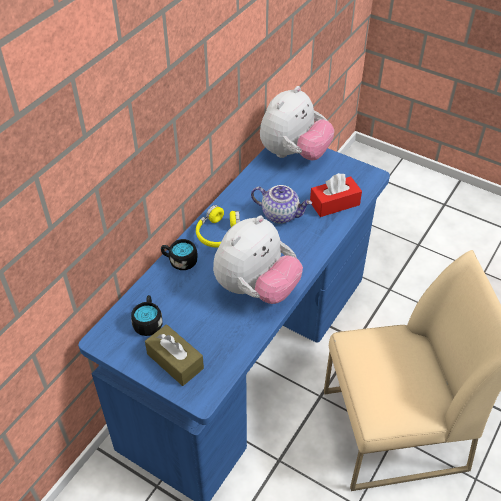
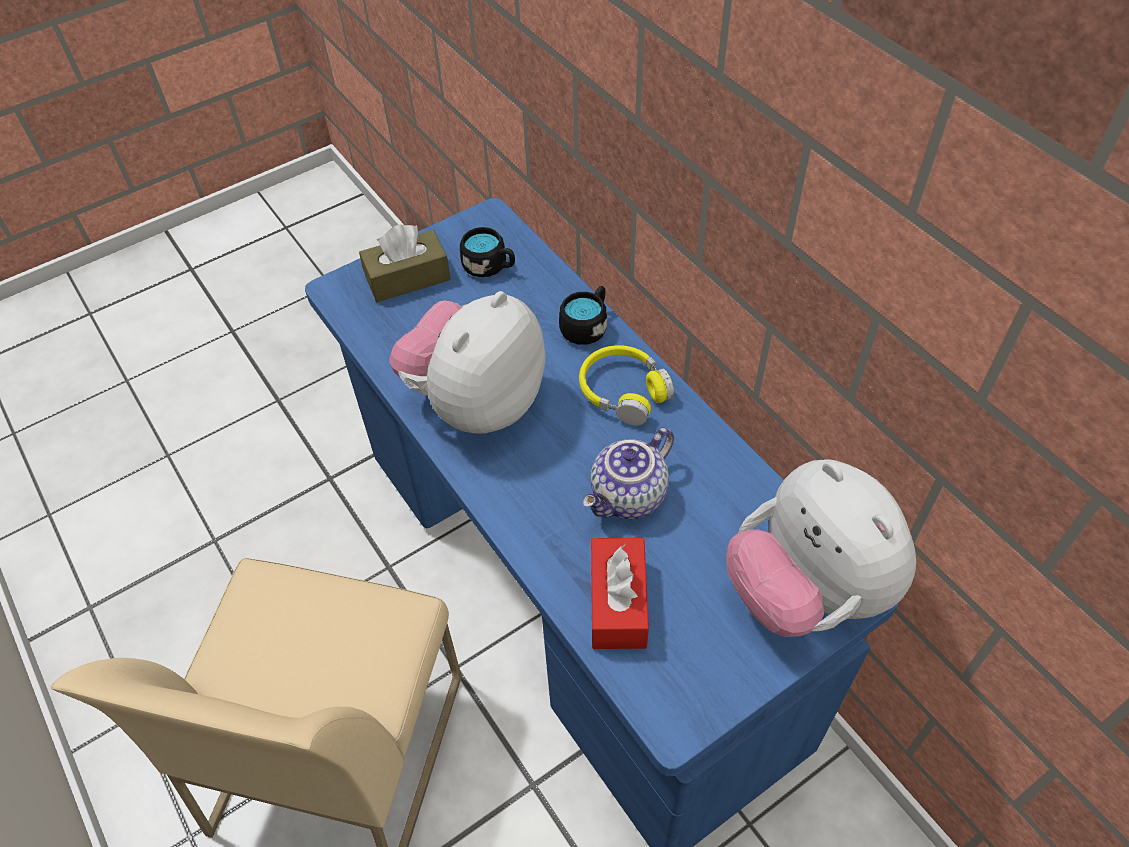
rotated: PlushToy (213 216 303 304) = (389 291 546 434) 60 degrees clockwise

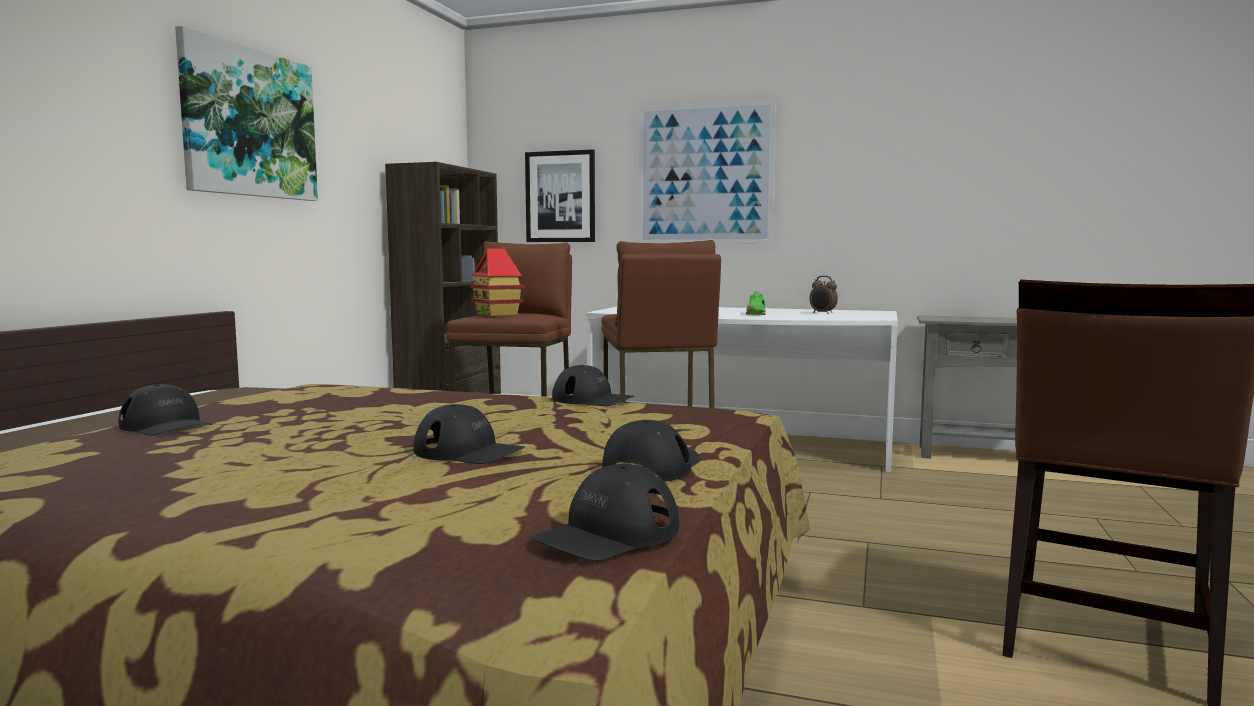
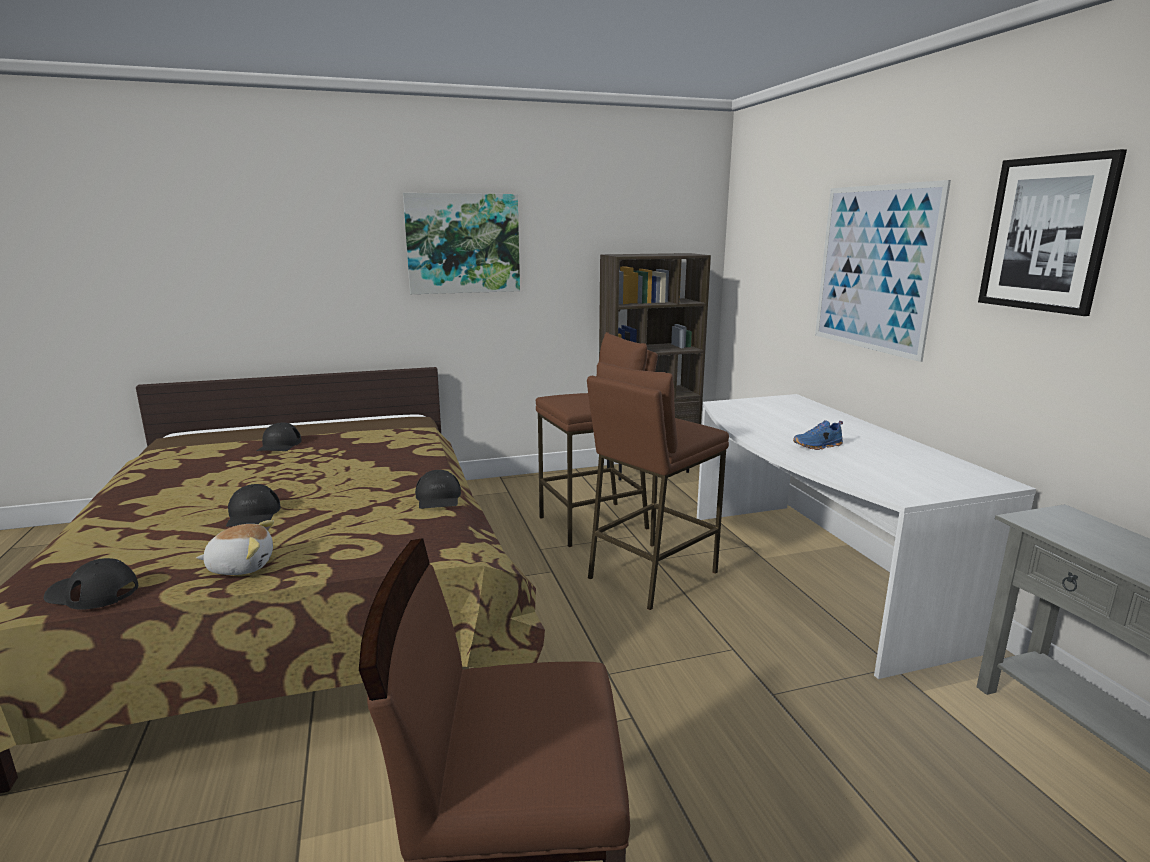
gone: MiniatureHouse (470 249 524 316); BedsideClock (809 276 838 314)
shifted: Picture (525 149 595 242) to (978 149 1127 316)
swapped: BlackColouredPeakedCap (602 420 700 482) to PlushToy (197 520 274 575)
repainted: GreenColouredItemOfFootwear (746 291 766 315) to BluishItemOfFootwear (793 420 843 450)

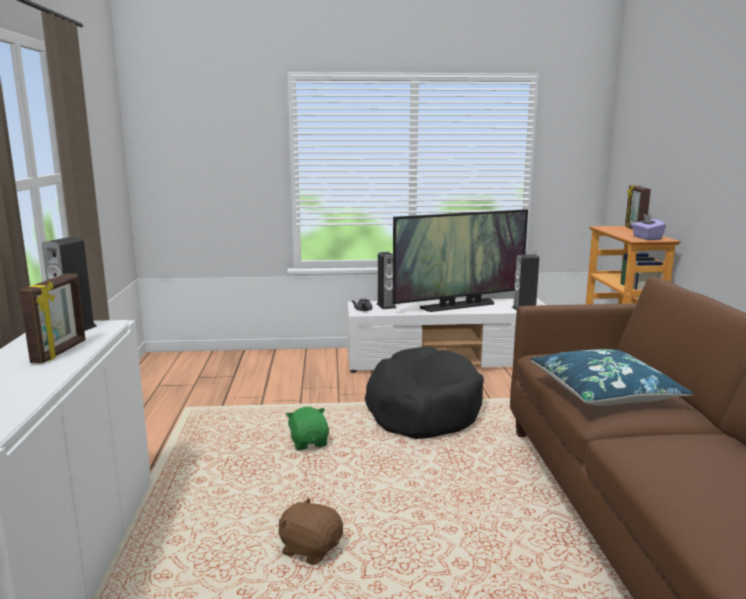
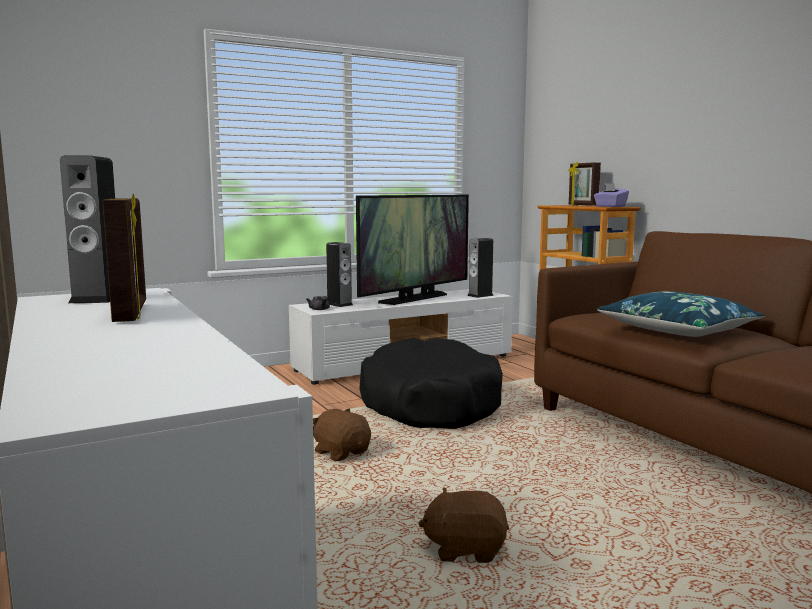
repainted: GreenColouredPlushToy (286 407 329 450) to BrownPlushToy (313 408 371 461)

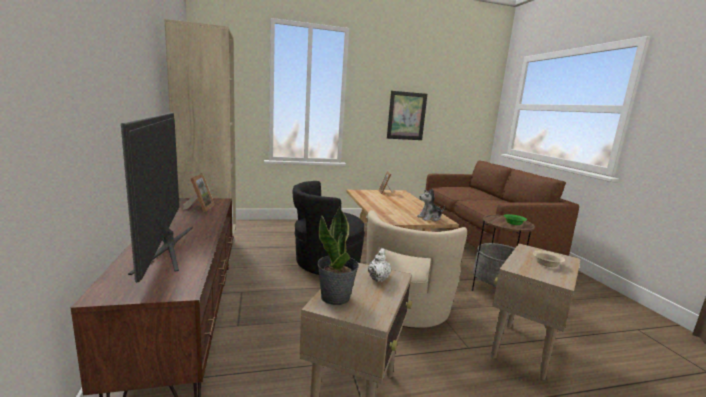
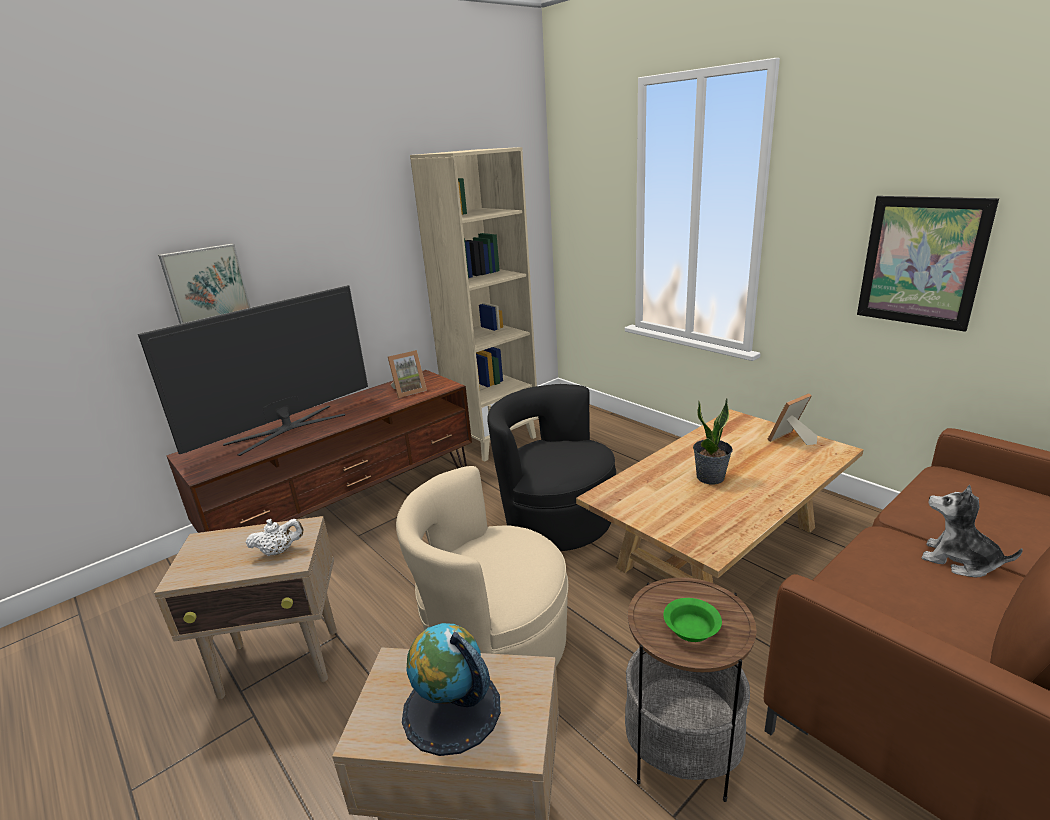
new: Picture (158 244 251 324)
shifted: PottedPlant (317 207 359 305) to (693 398 733 484); PlushToy (417 188 445 221) to (922 485 1023 577)
swapped: SandColouredServingBowl (533 251 565 267) to Globe (402 623 501 756)

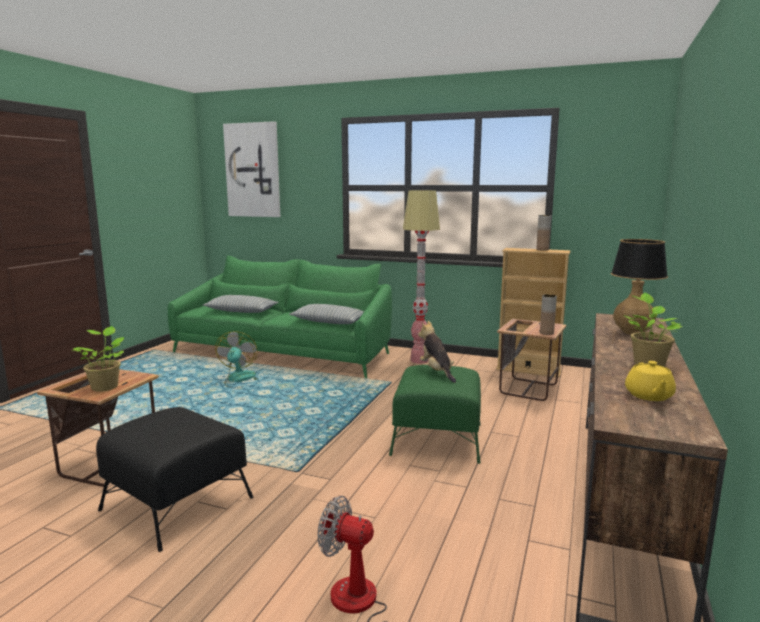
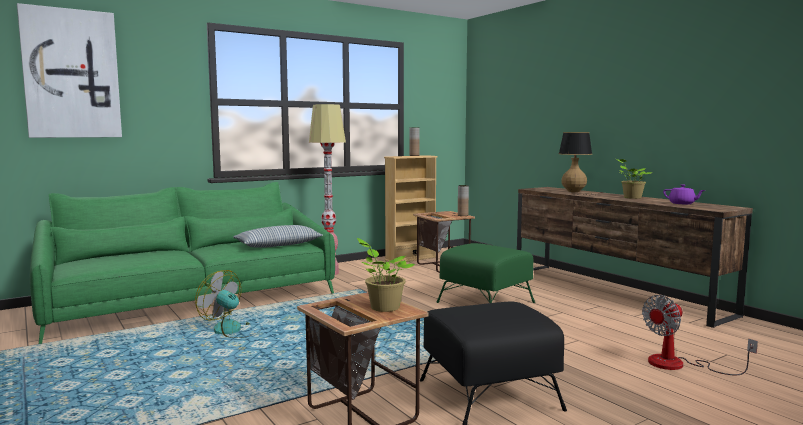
gone: ThrowPillow (203 295 279 313); PlushToy (418 321 456 383)
repainted: YellowColouredTeapot (625 361 676 401) to PurpleTeapot (663 184 705 204)

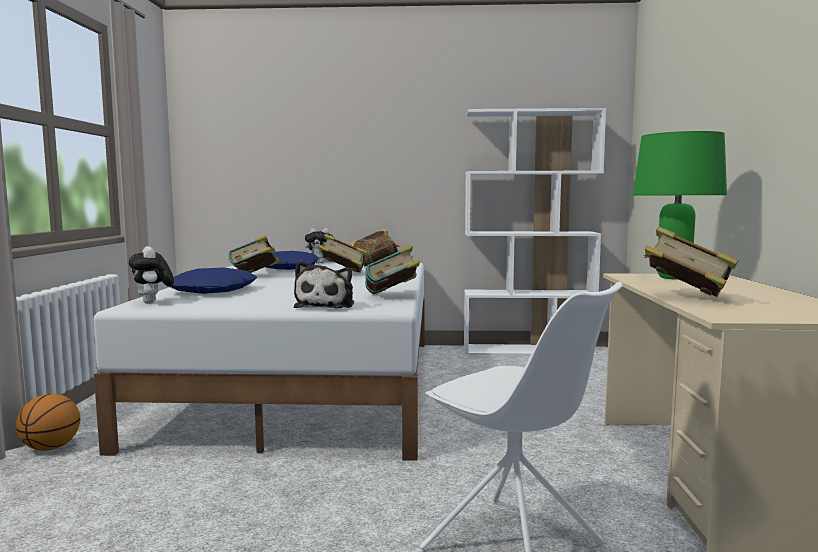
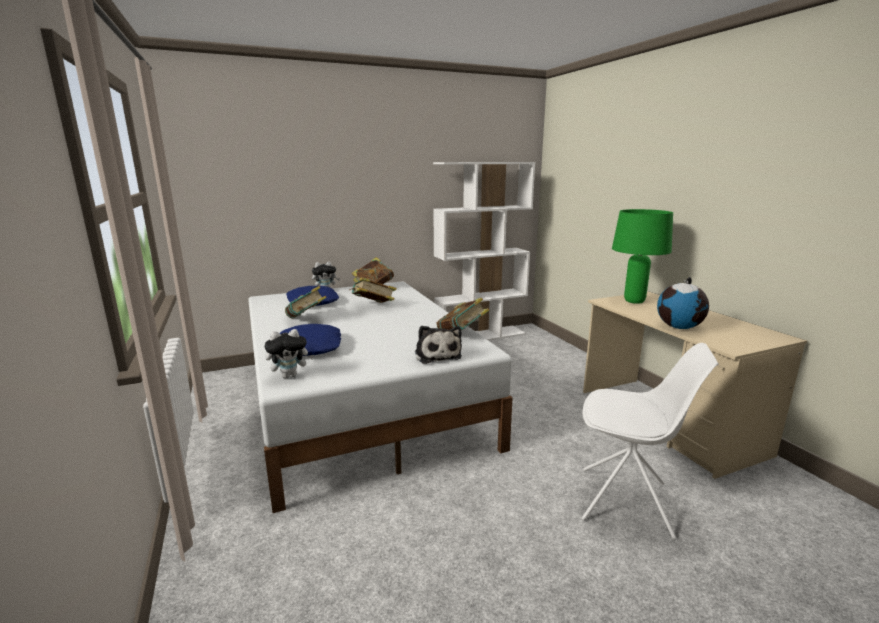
gone: Basketball (16 394 80 451)
swapped: Volume (644 226 738 297) to Globe (657 277 709 329)
rotated: PlushToy (129 246 174 304) = (265 329 314 378) 60 degrees counterclockwise

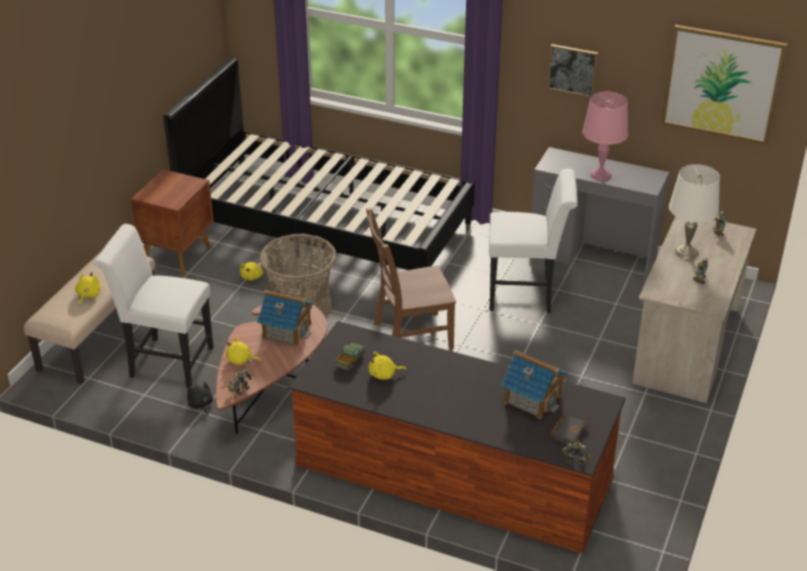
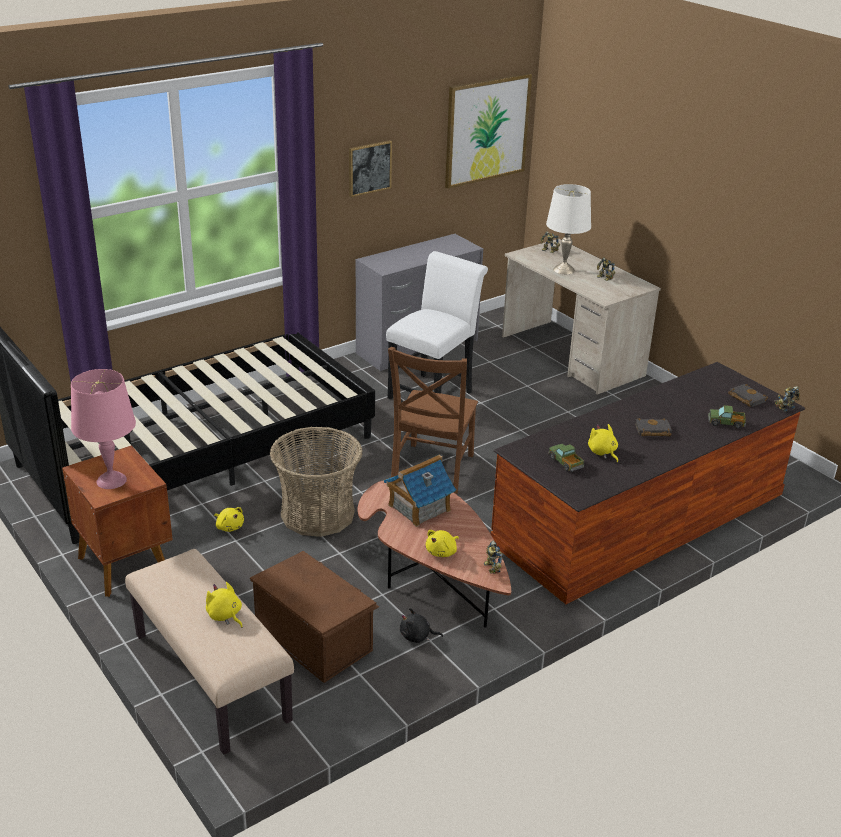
gone: MiniatureHouse (501 350 567 419)
new: BlackColouredVolume (635 418 672 436); ToyLorry (708 405 746 429)
shifted: PinkTabletopLamp (582 92 628 181) to (71 369 136 489)
swapped: WhiteChair (94 224 214 388) to BrownStorageBin (250 551 379 683)
rotated: YellowColouredPlushToy (369 352 406 380) = (588 424 618 463) 135 degrees clockwise

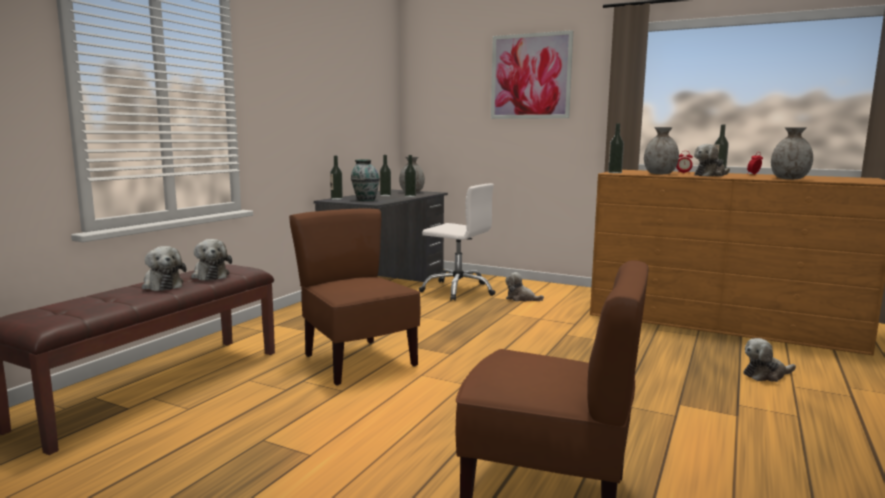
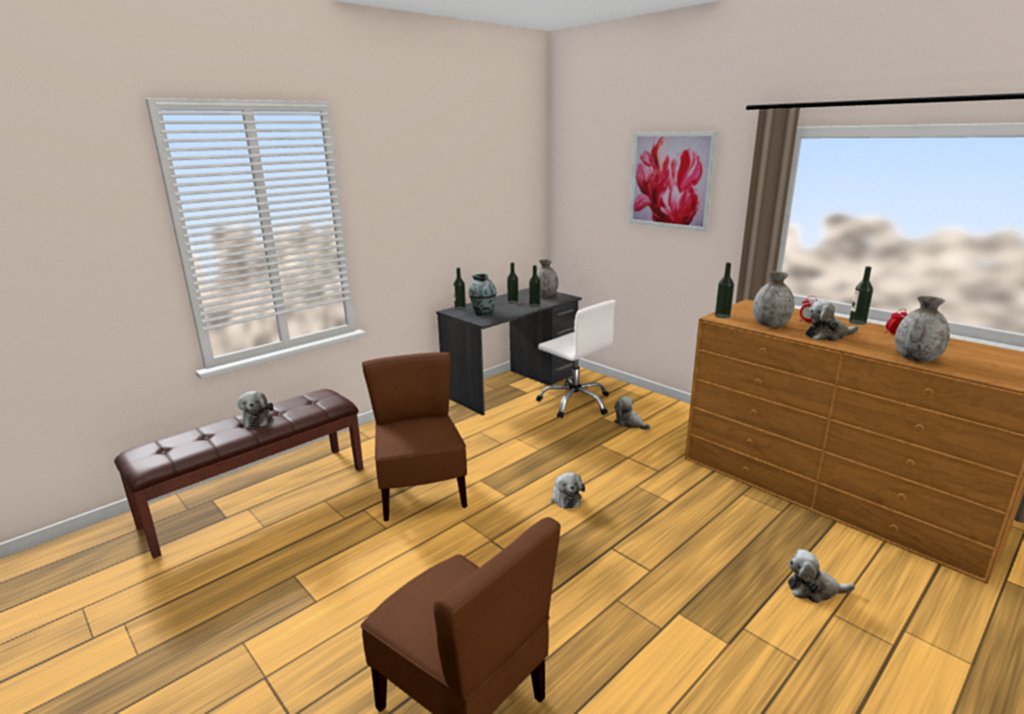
shifted: PlushToy (191 239 232 281) to (551 472 585 509)

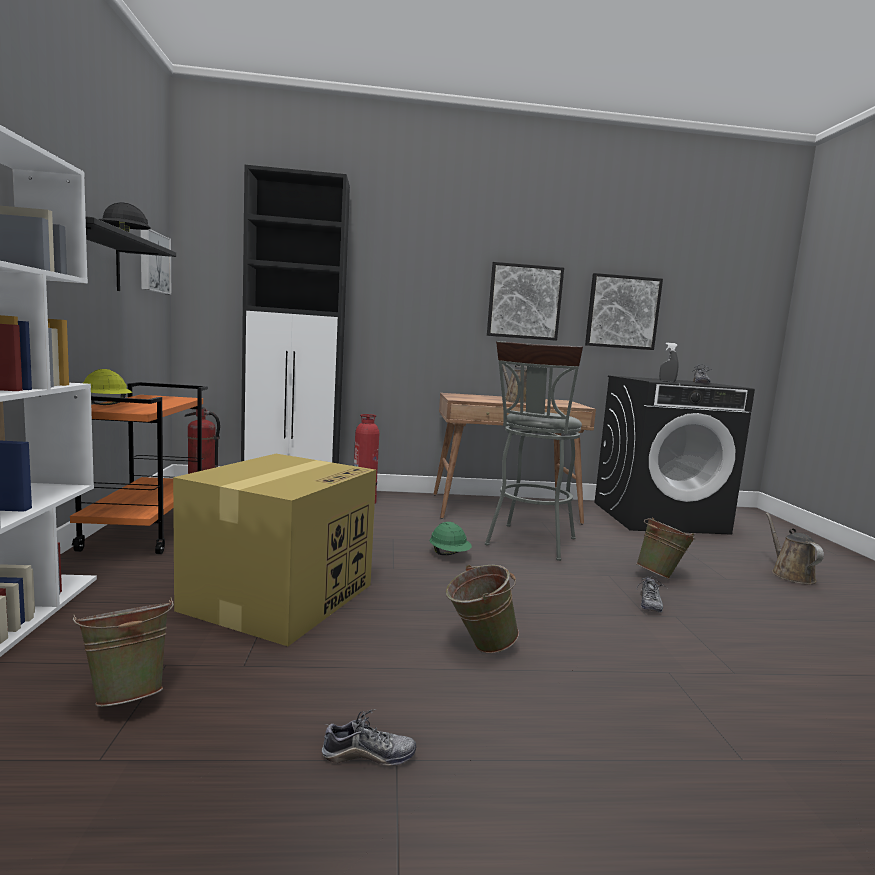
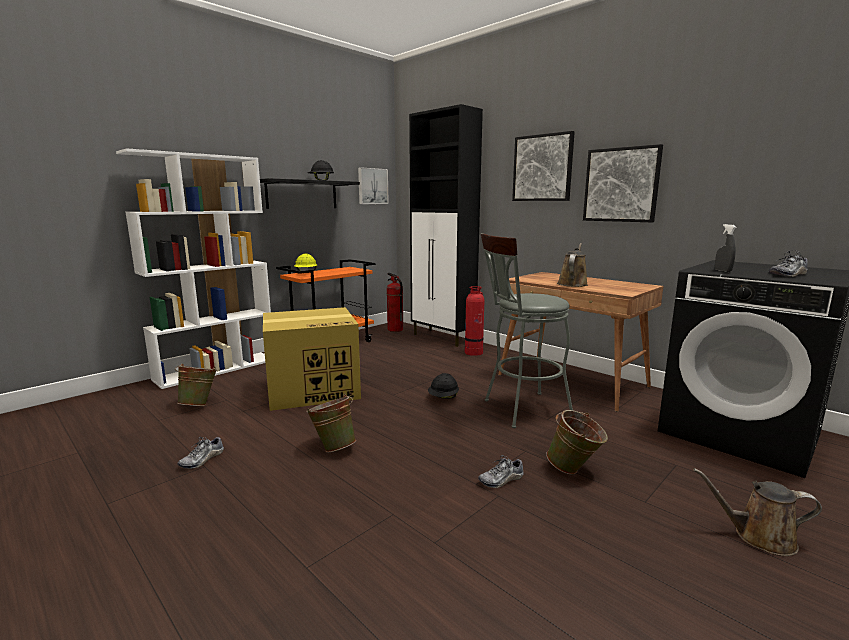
shifted: Picture (585 273 663 350) to (512 131 575 201)
repainted: GreenColouredWorkHelmet (430 522 472 555) to BlackColouredWorkHelmet (428 373 459 399)
rotated: ItemOfFootwear (322 709 416 766) = (177 436 224 469) 75 degrees clockwise; BrownSprinklingCan (766 513 824 584) = (693 468 822 556) 120 degrees counterclockwise

